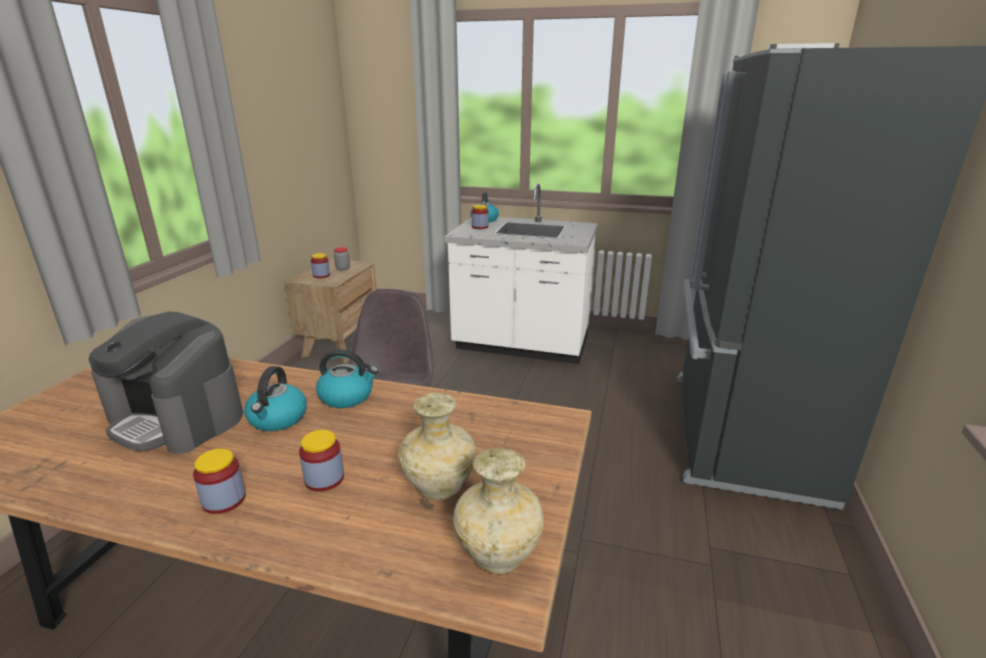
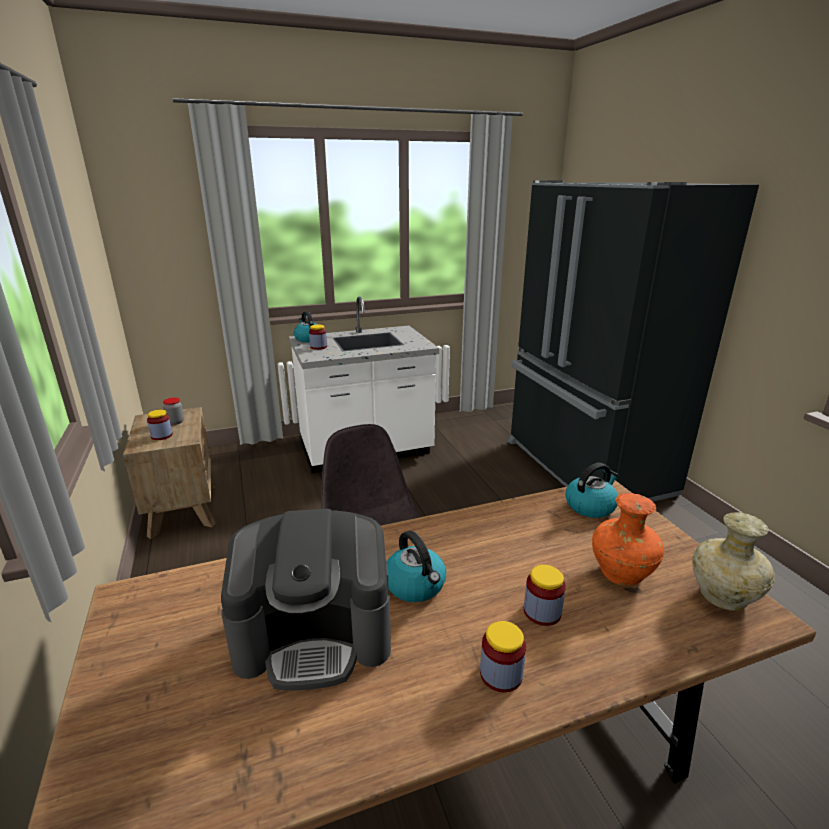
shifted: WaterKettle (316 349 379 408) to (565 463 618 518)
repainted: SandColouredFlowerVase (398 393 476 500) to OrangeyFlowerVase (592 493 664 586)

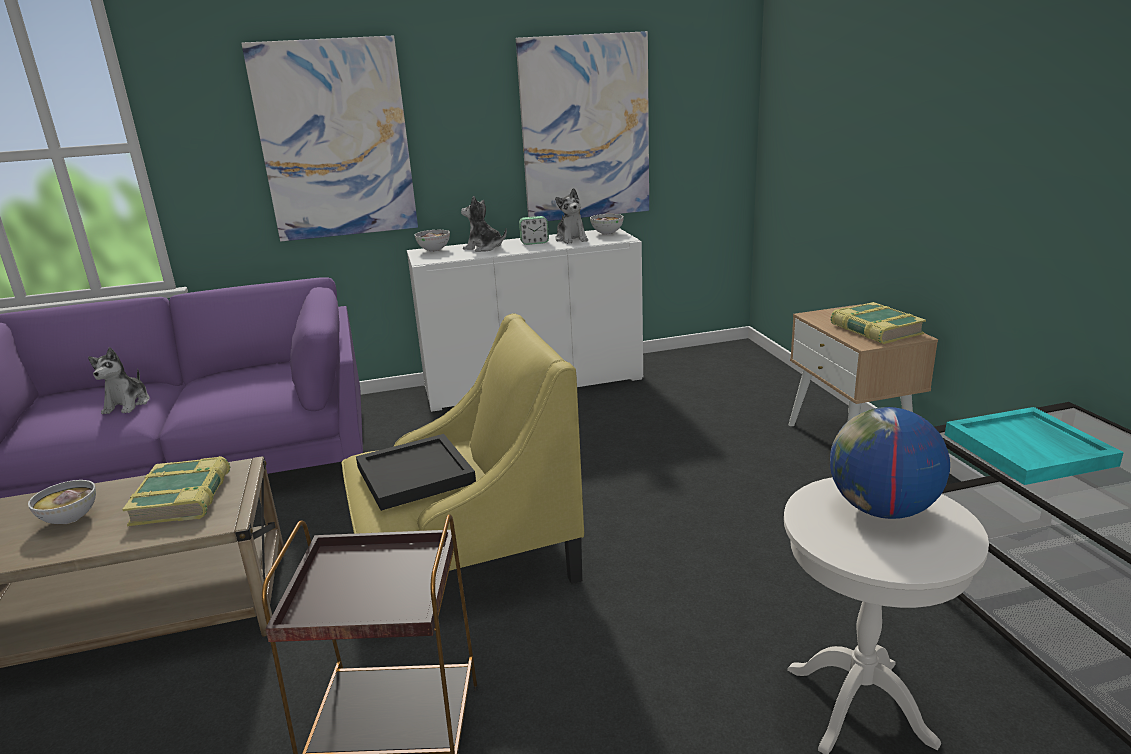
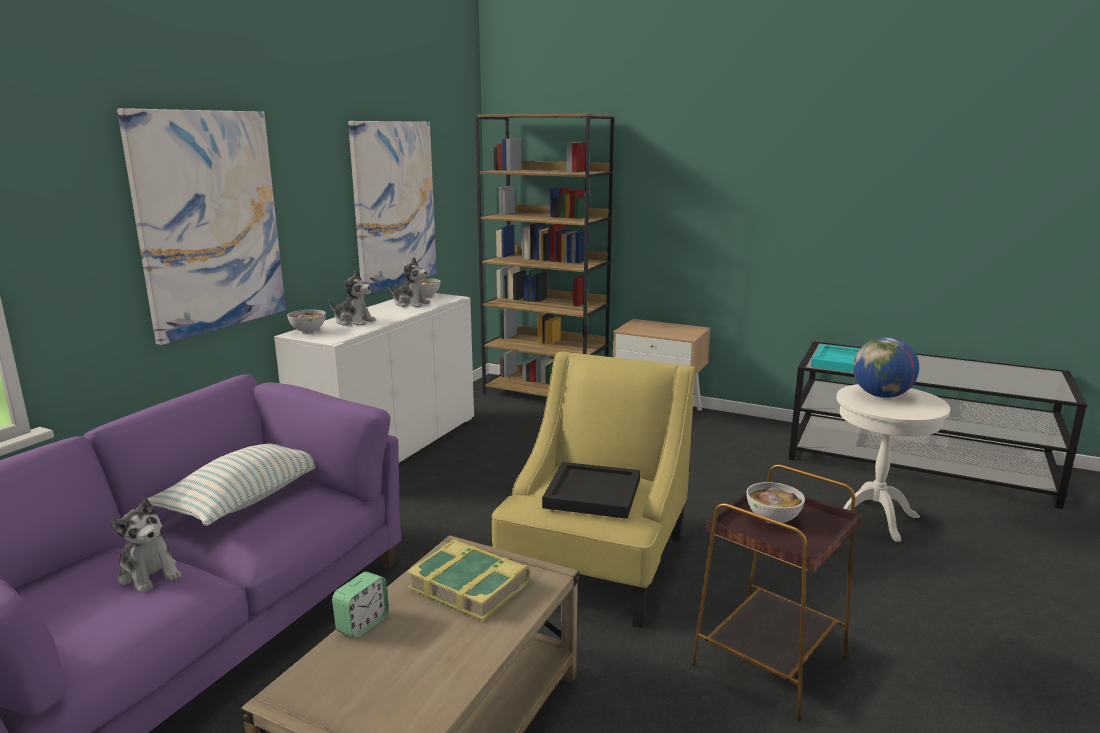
gone: Volume (831 302 926 344)
new: ThrowPillow (147 443 315 526); BrownBookshelf (475 114 614 397)
shifted: ServingBowl (28 480 96 524) to (746 482 805 524); BedsideClock (519 216 549 245) to (332 572 389 638)
rotated: PlushToy (461 196 507 252) = (329 270 376 326) 135 degrees counterclockwise

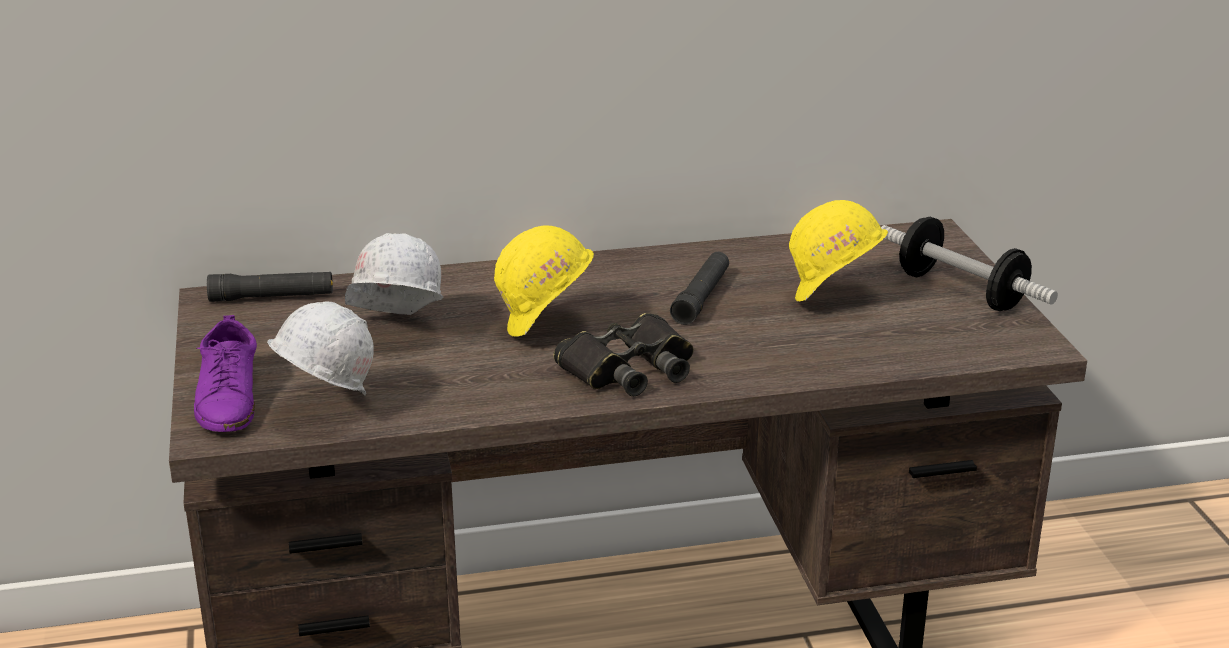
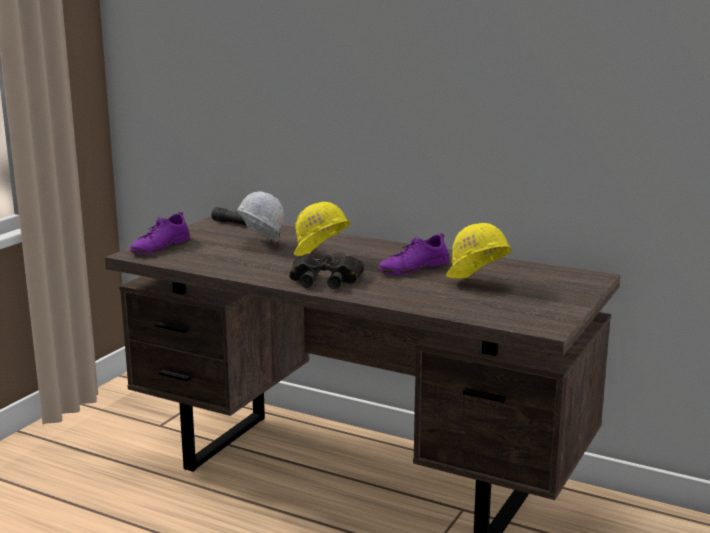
gone: WhiteWorkHelmet (267 301 374 395); Dumbbell (881 217 1058 311)
swapped: BlackColouredFlashlight (670 252 729 325) to PurpleItemOfFootwear (378 233 449 275)

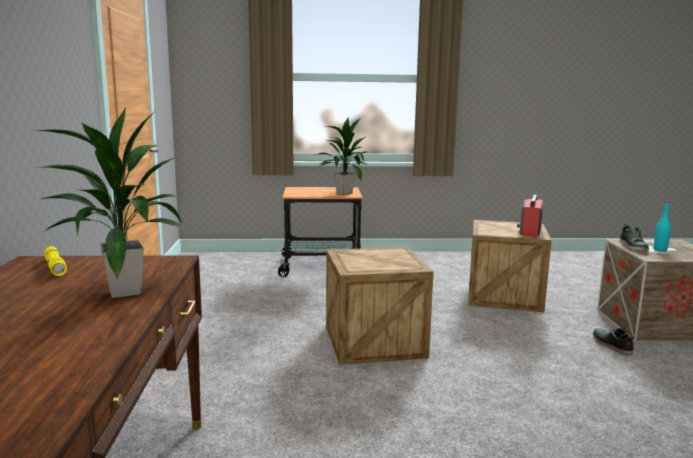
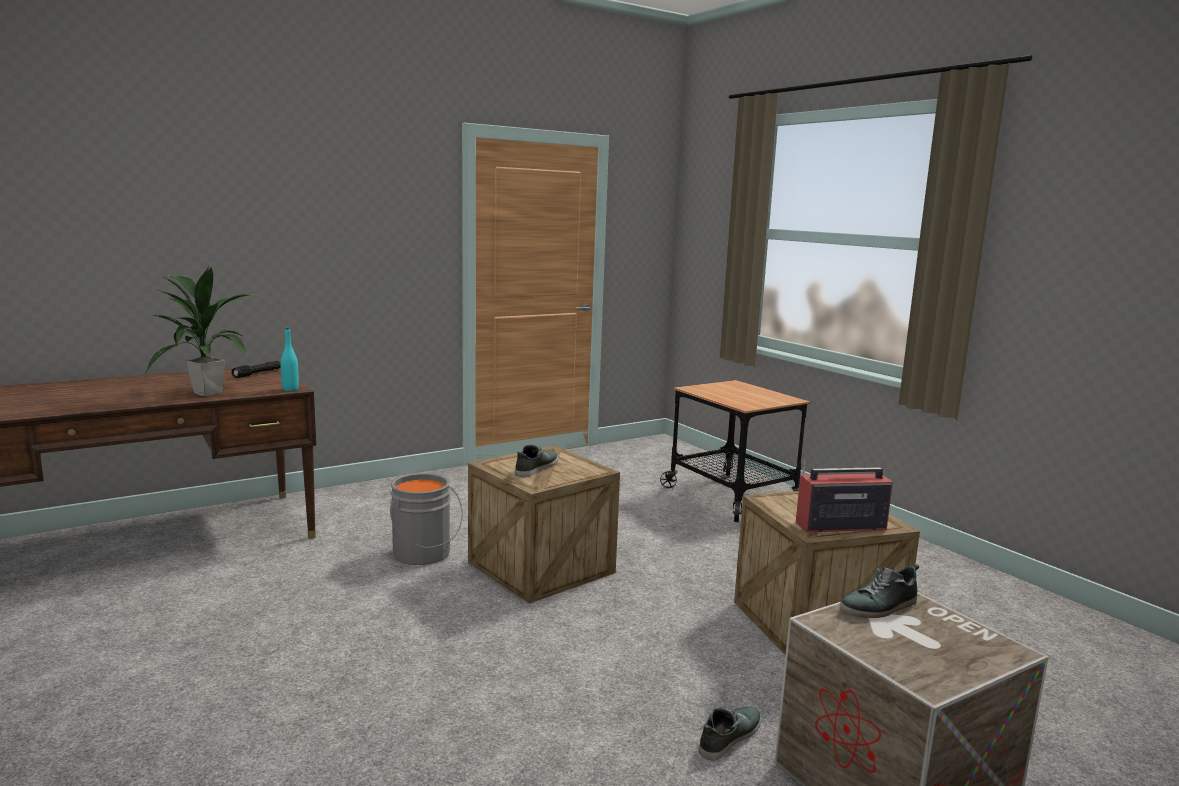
gone: PottedPlant (315 117 368 194)
new: GrayBucket (390 473 463 565); ItemOfFootwear (515 445 558 477)
shifted: TurquoiseColouredBeverageBottle (654 202 671 252) to (281 328 299 391)
repainted: YellowColouredFlashlight (44 246 67 276) to BlackColouredFlashlight (232 361 281 378)

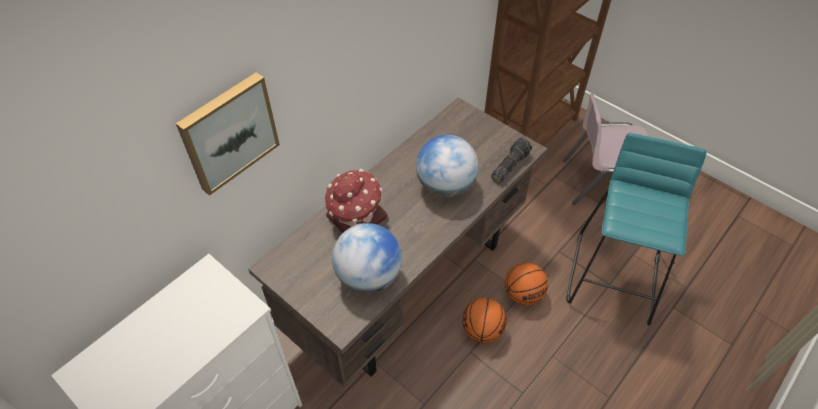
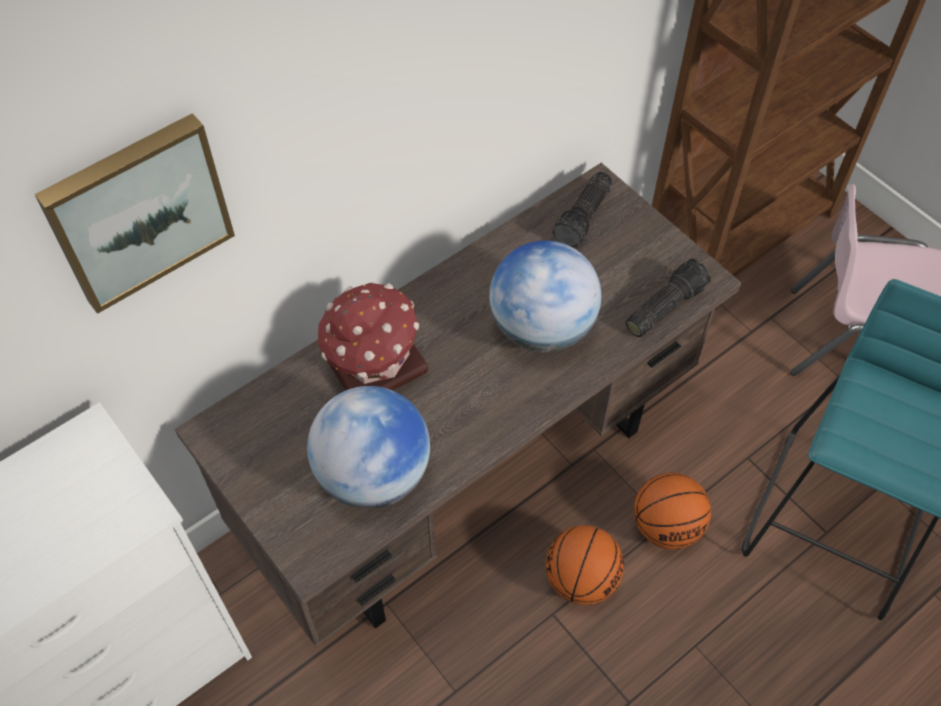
new: Flashlight (552 172 613 248)

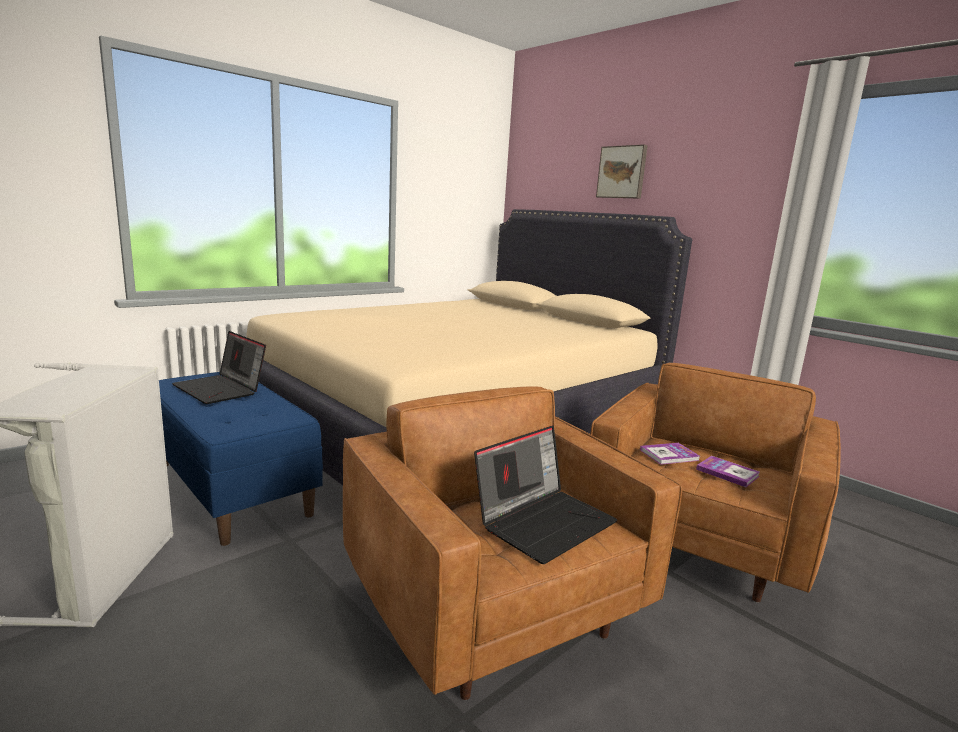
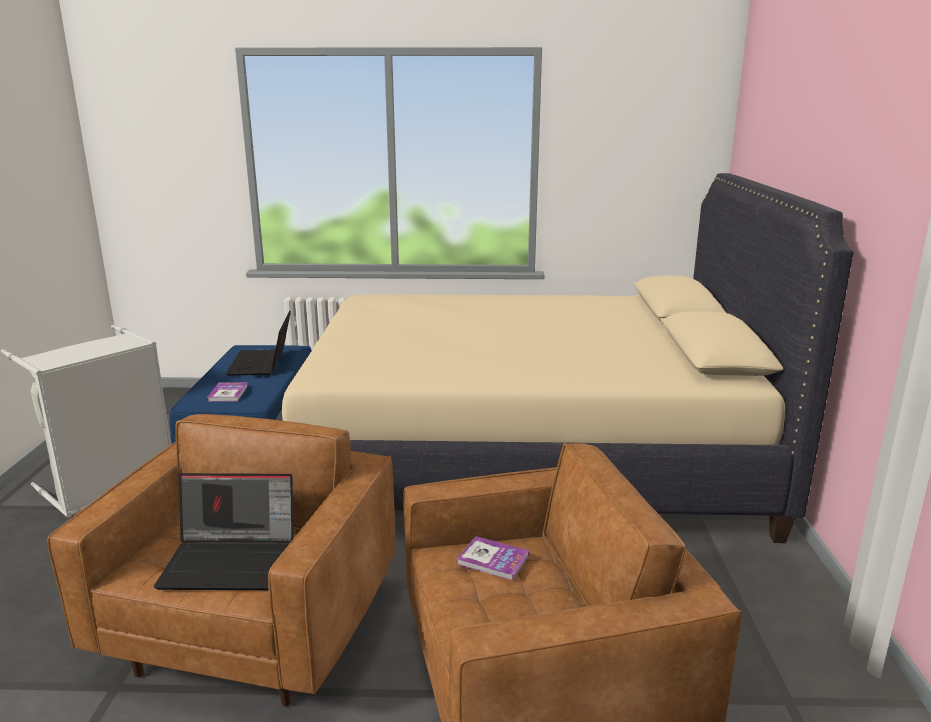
gone: Picture (596 144 648 199)
shifted: Volume (696 456 760 487) to (207 382 248 402)

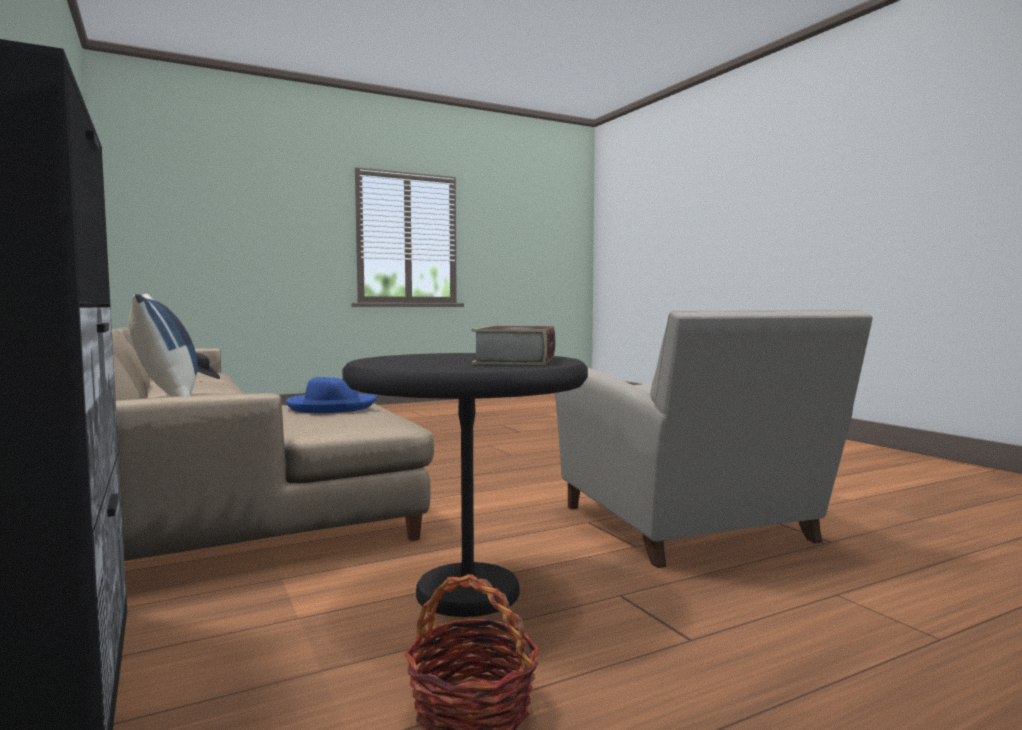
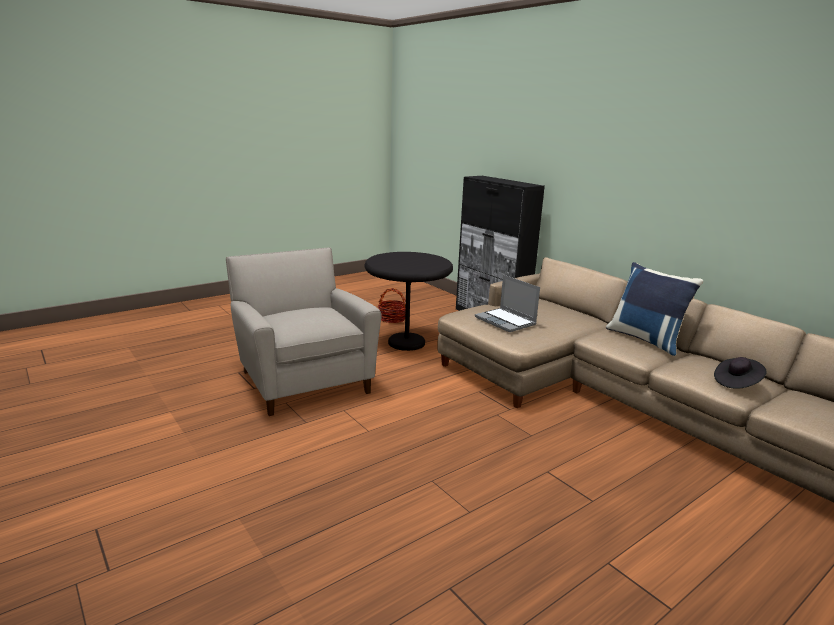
gone: Volume (471 326 556 365)
swapped: BluishHat (286 377 377 413) to Laptop (475 275 540 332)

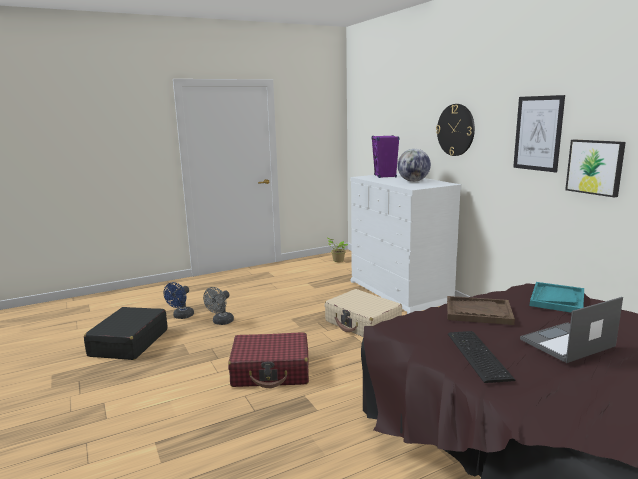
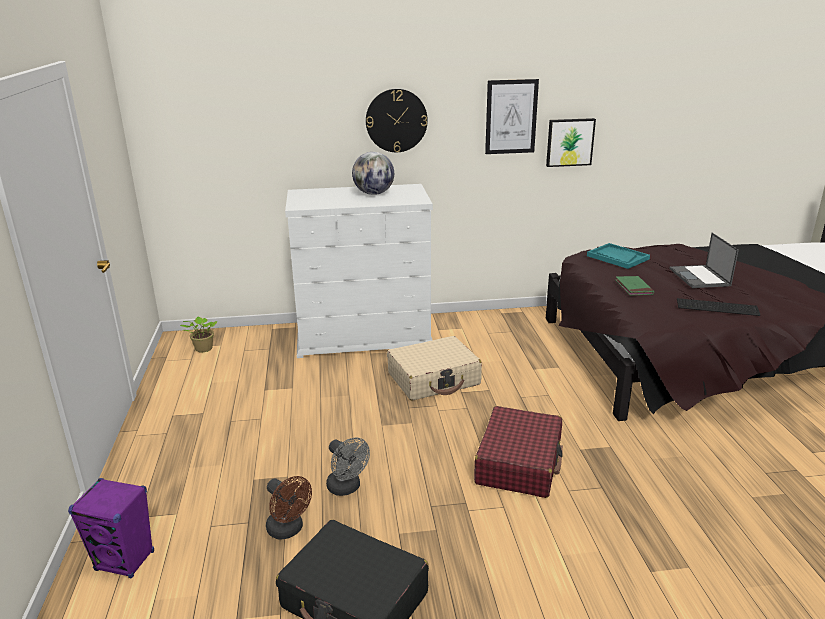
shifted: PurpleAudioSpeaker (371 135 399 178) to (68 478 154 578)
swapped: BrownTray (447 296 515 325) to GreenColouredVolume (615 276 654 296)
repainted: BluishElectricFan (164 282 194 319) to BrownElectricFan (266 476 312 539)

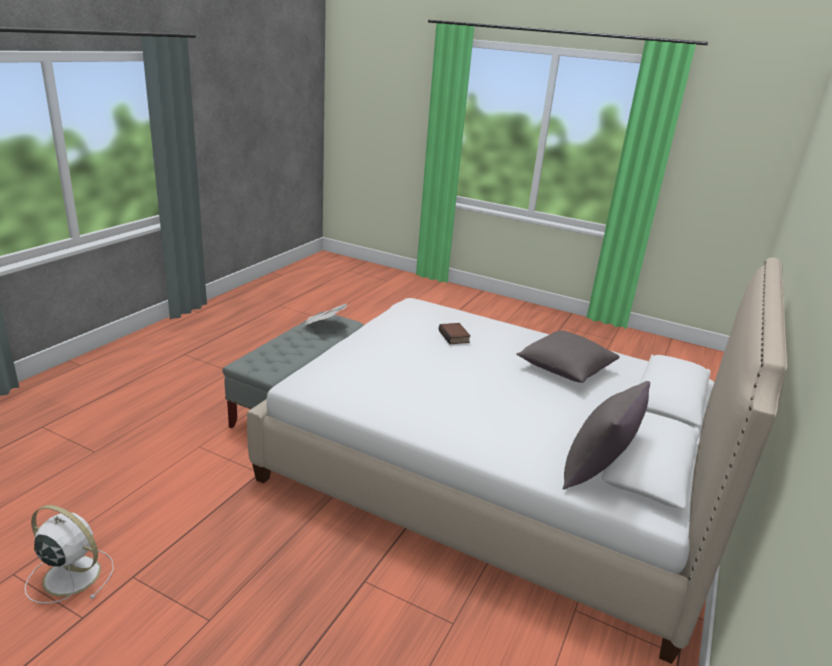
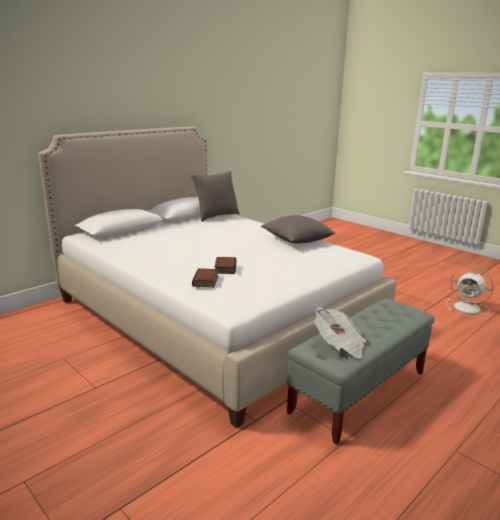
new: Volume (192 268 218 288)
shifted: GrayThrowPillow (516 330 620 383) to (261 215 336 244)

